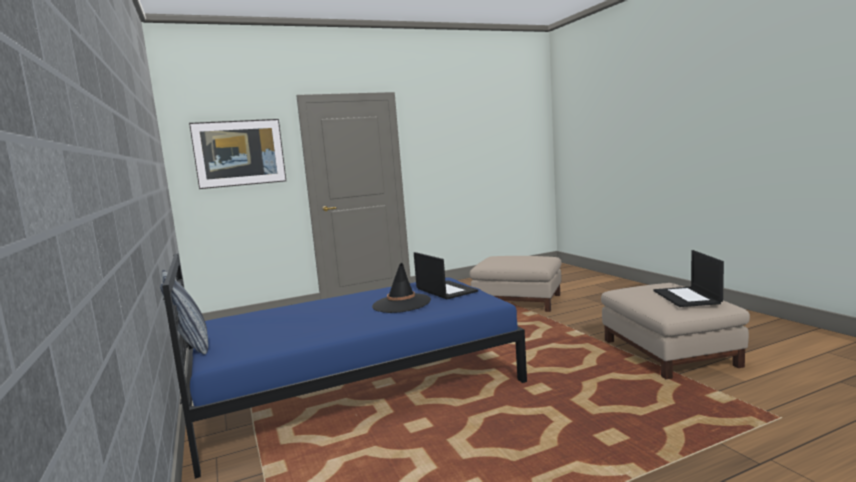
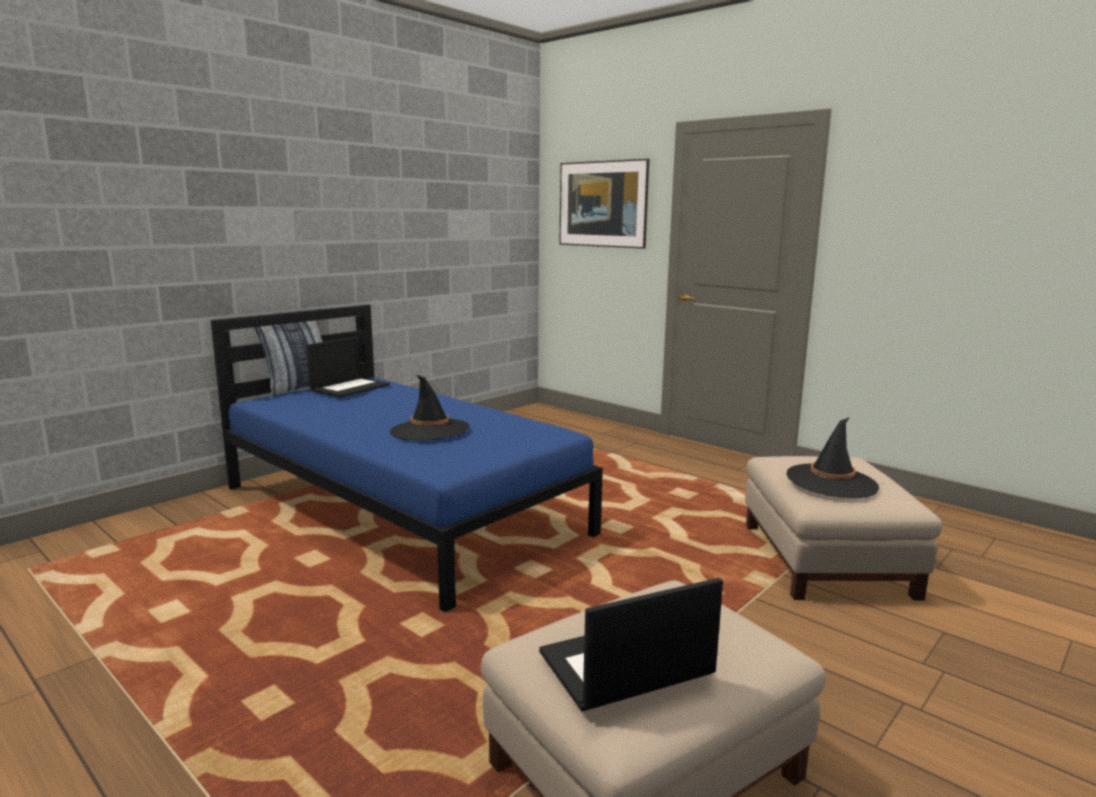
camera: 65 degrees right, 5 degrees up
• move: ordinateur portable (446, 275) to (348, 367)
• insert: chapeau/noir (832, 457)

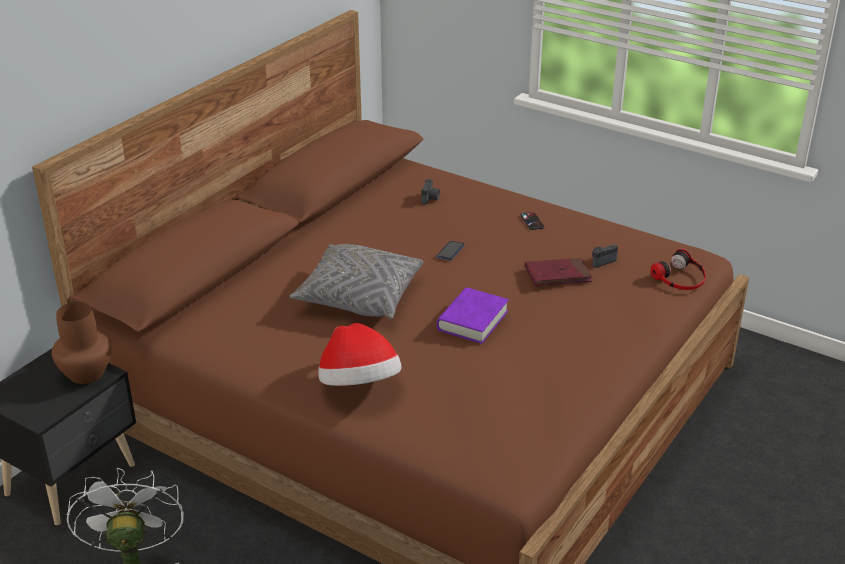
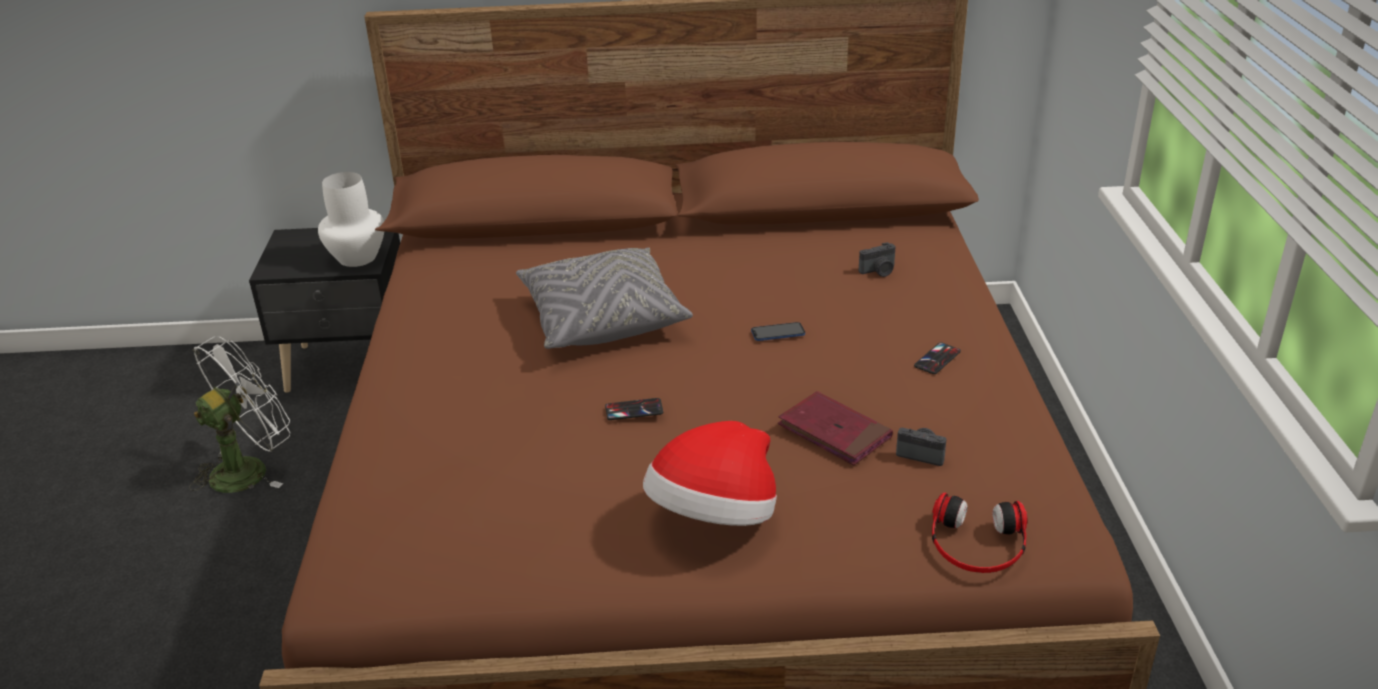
camera: 55 degrees right, 0 degrees up
• recolor: vase/marron (82, 343) to vase/blanc (351, 219)
• replace: livre/violet (473, 316) to téléphone (634, 409)
• move: chapeau (360, 354) to (710, 473)

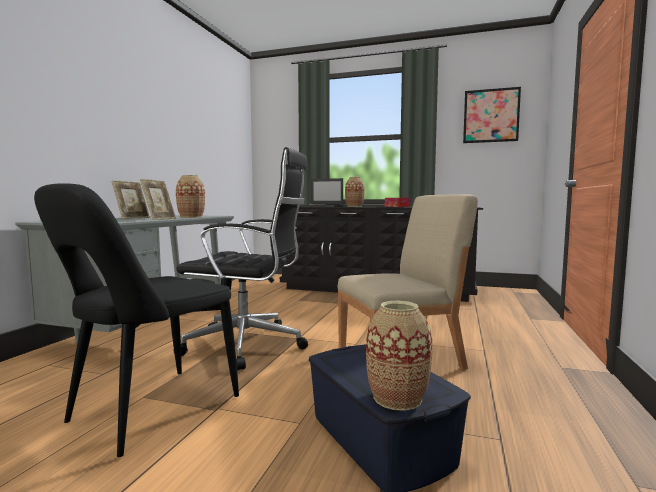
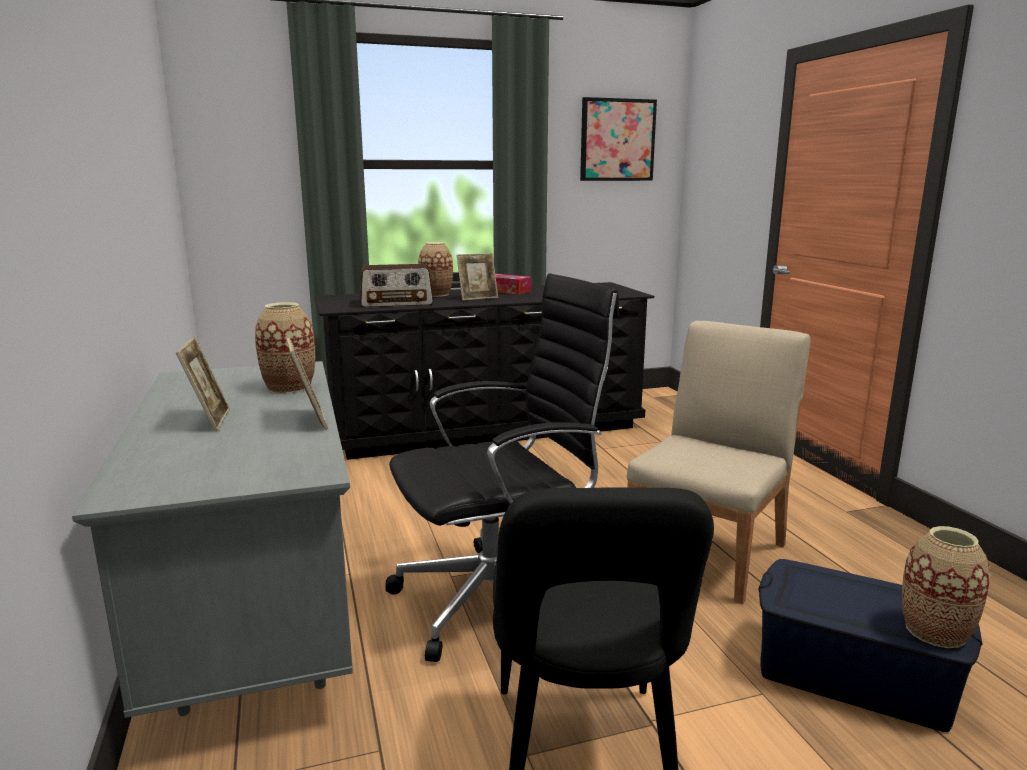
camera: 35 degrees left, 10 degrees up
• replace: ordinateur portable (322, 192) to radio (396, 286)
• insert: cadre photo (477, 277)

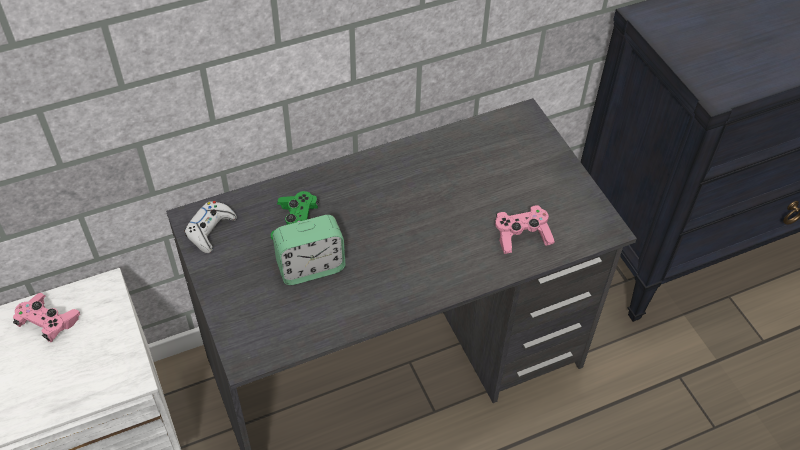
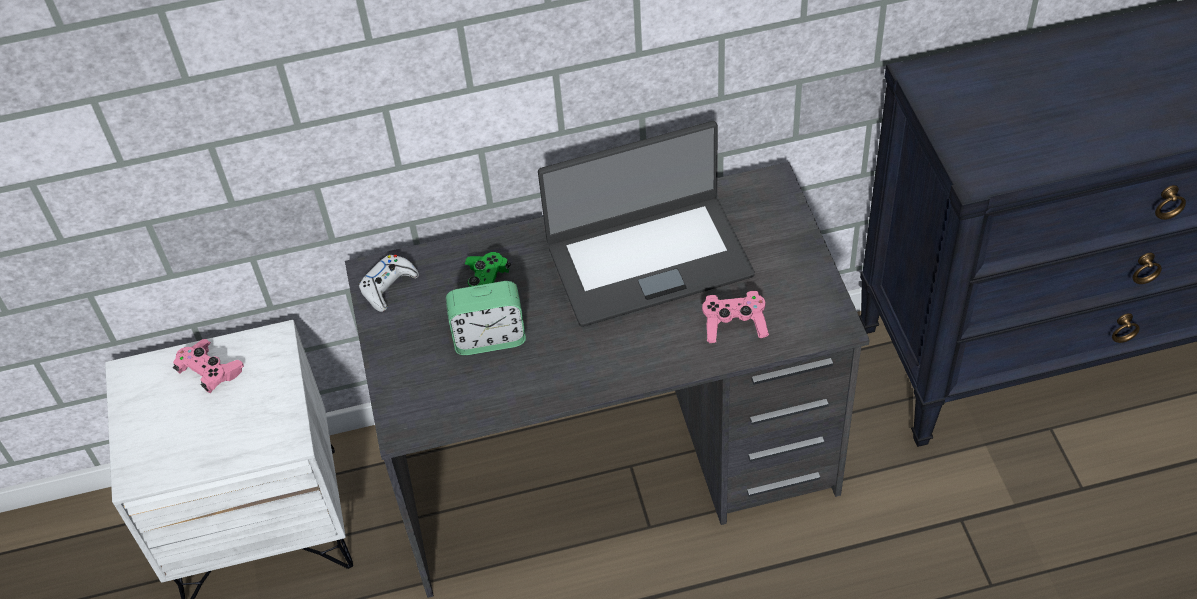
camera: 15 degrees right, 0 degrees up
• insert: ordinateur portable (646, 224)

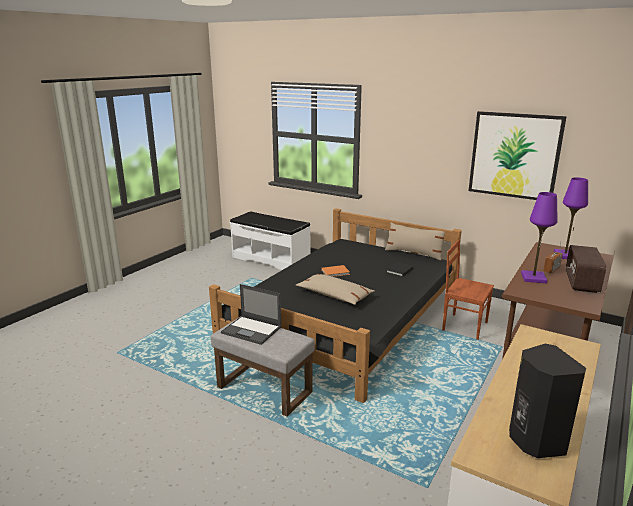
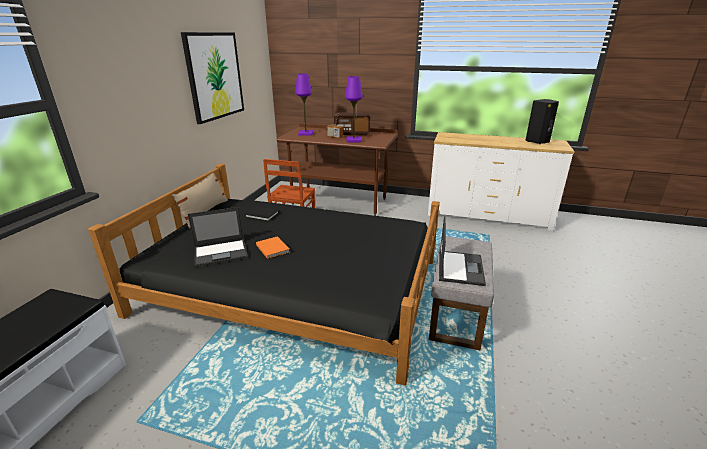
camera: 105 degrees left, 5 degrees up
• insert: ordinateur portable (218, 237)
• delete: coussin/beige (335, 289)

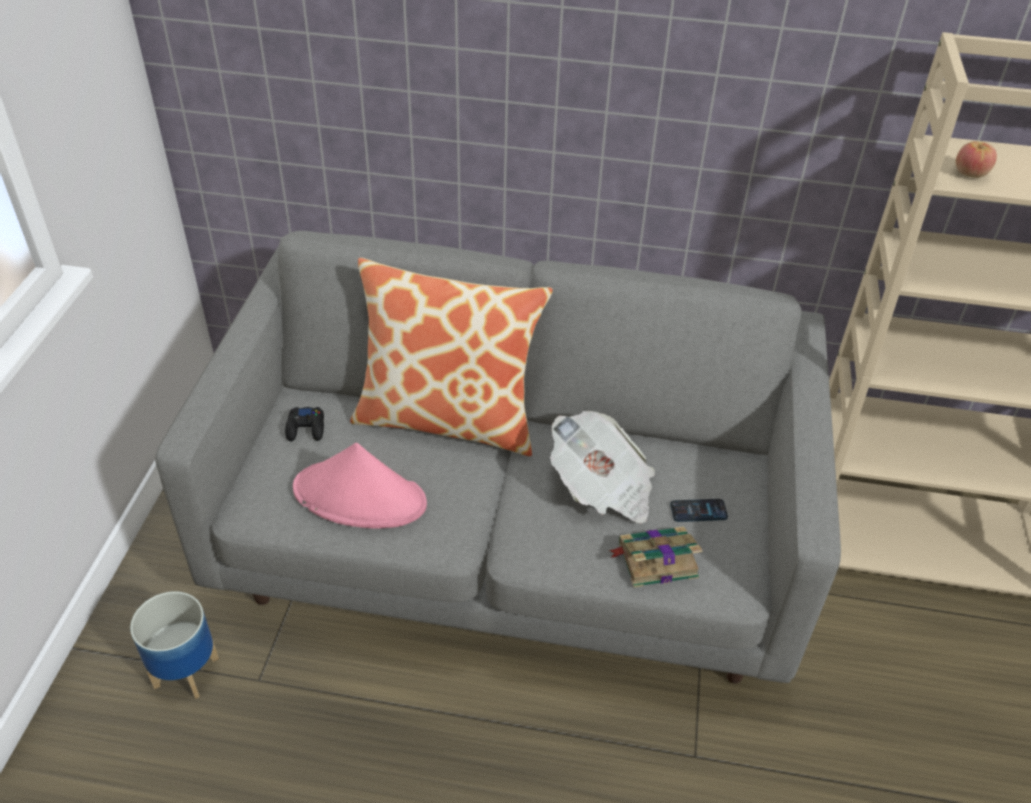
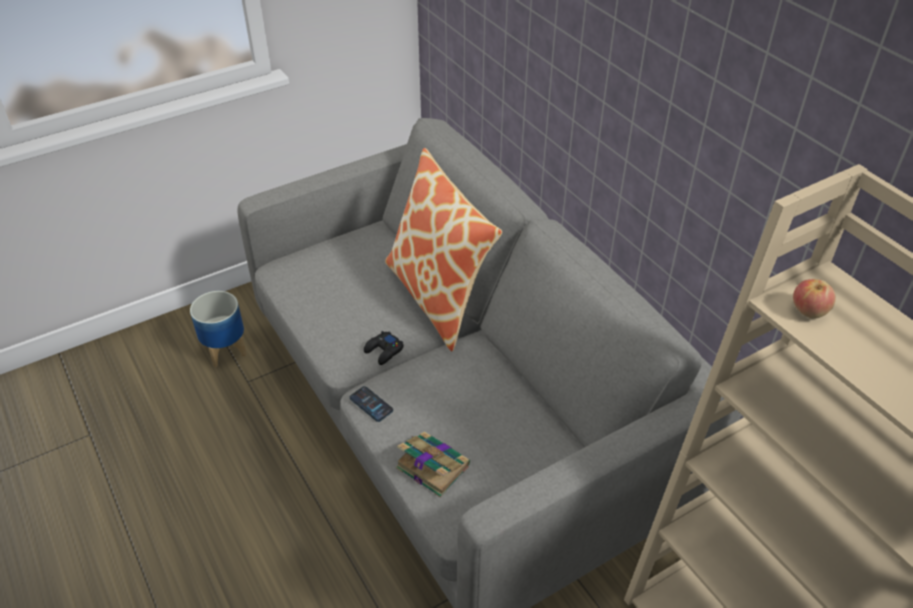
camera: 50 degrees right, 0 degrees up
• move: téléphone (699, 510) to (371, 404)
• move: manette/noir (304, 424) to (384, 348)
• delete: chapeau/rose (360, 486)
• delete: journal (602, 467)

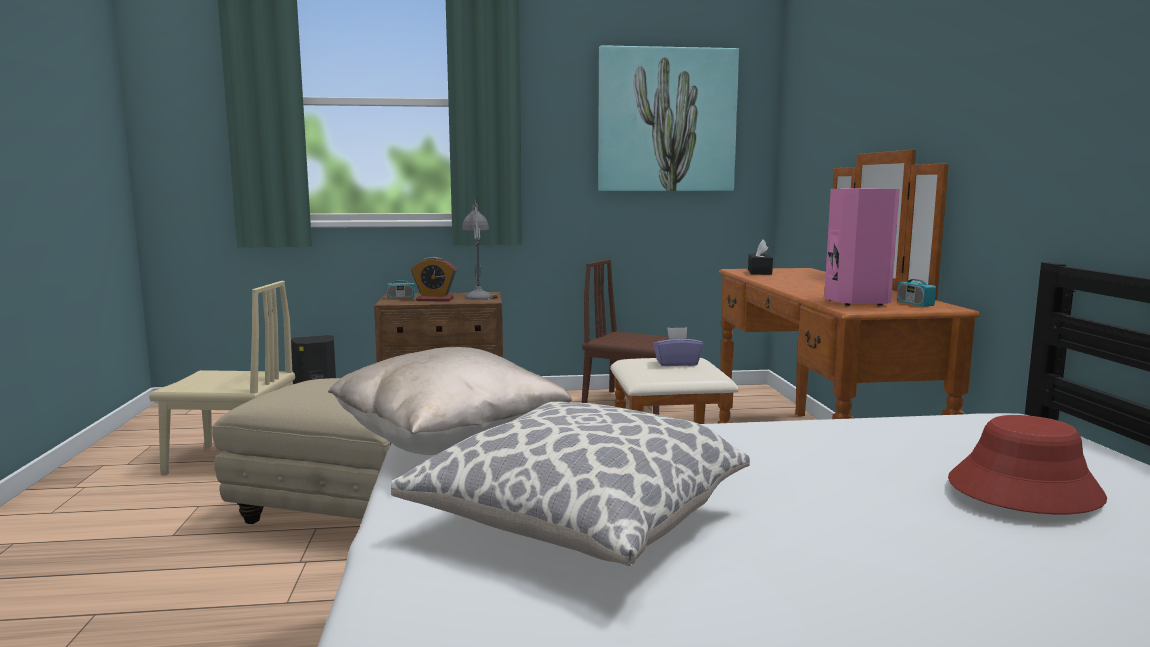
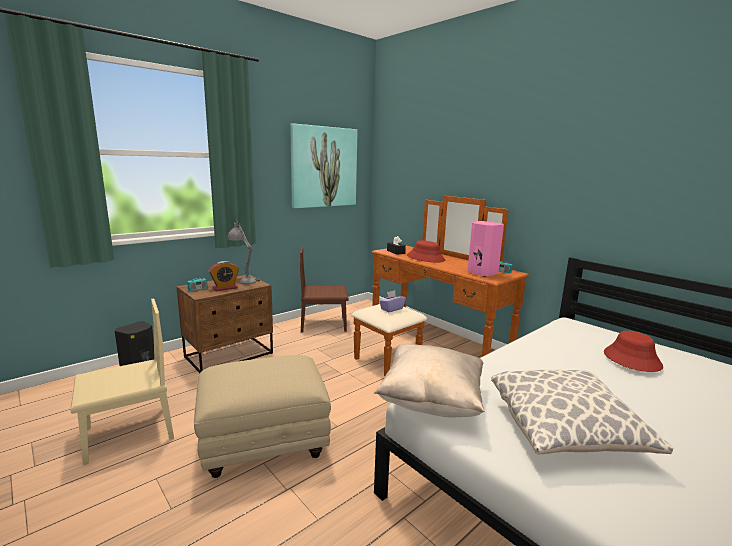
camera: 35 degrees left, 5 degrees up
• insert: chapeau/rouge (426, 252)

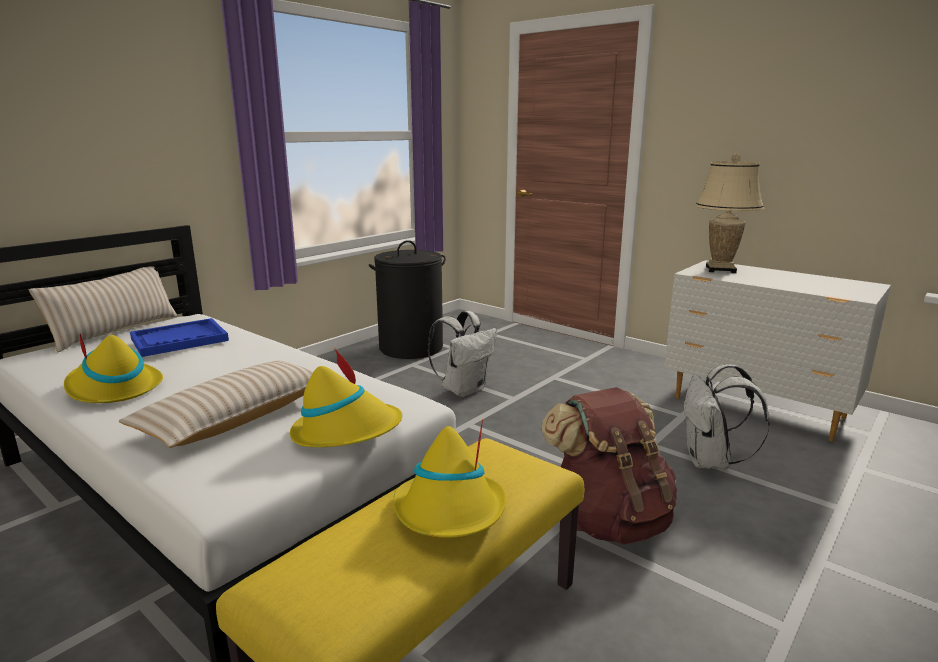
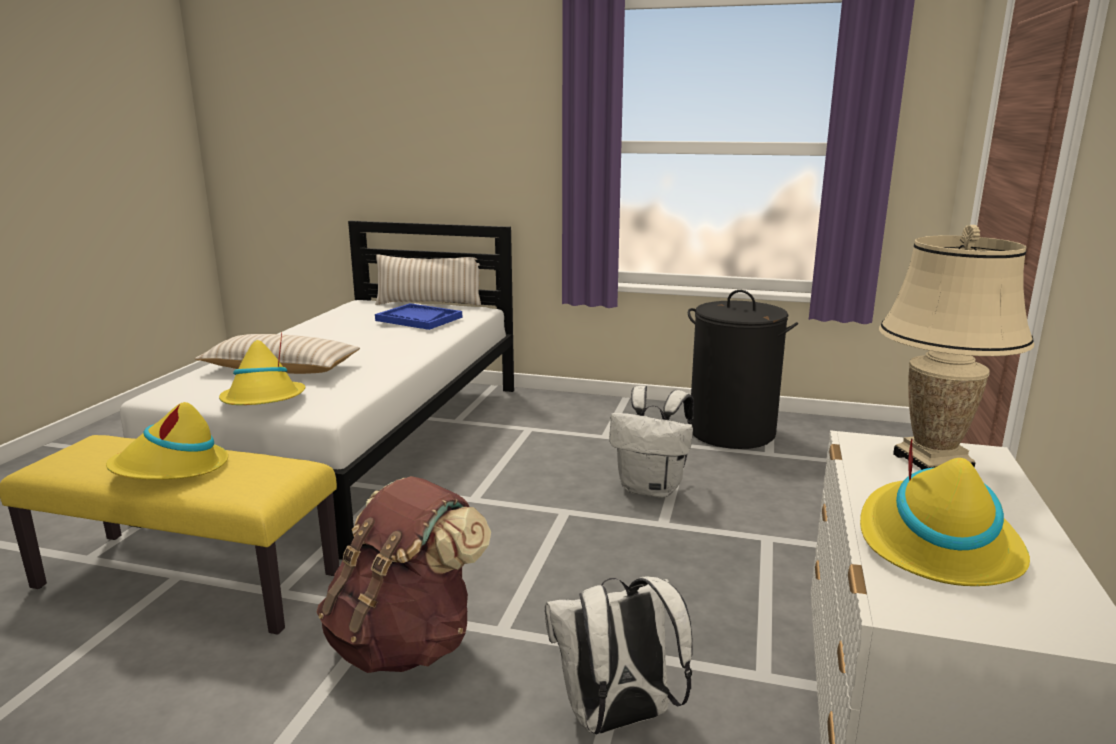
camera: 65 degrees right, 0 degrees up
• move: chapeau/jaune (113, 368) to (945, 512)

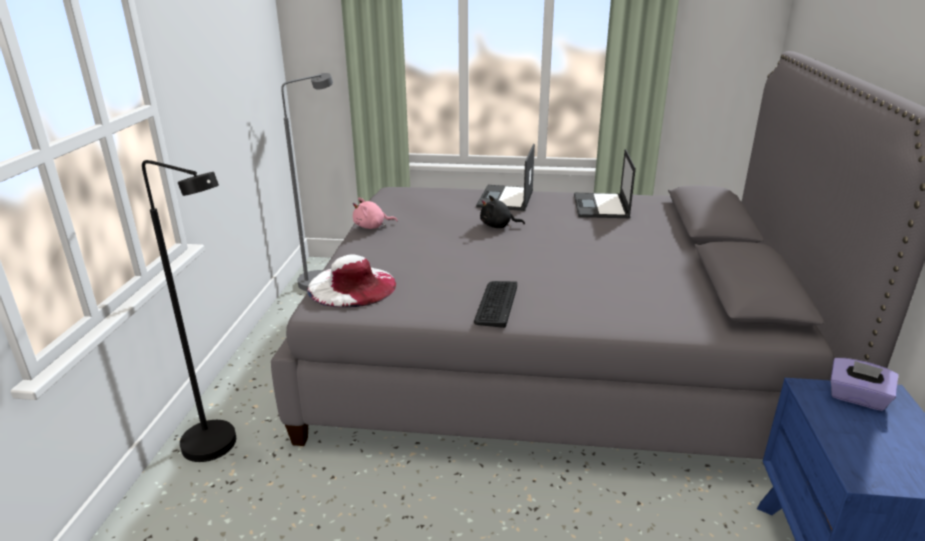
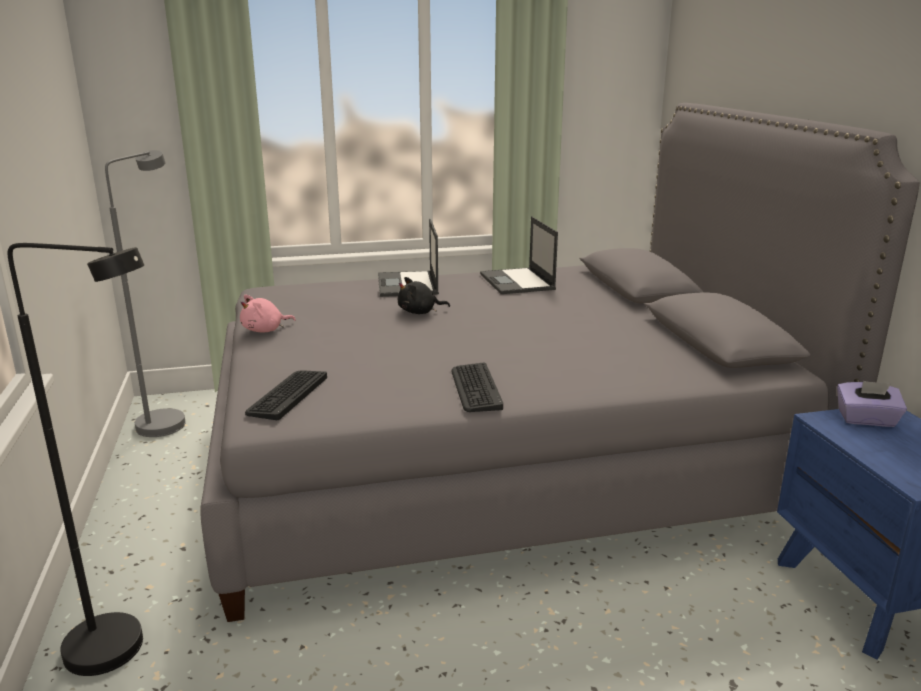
camera: 20 degrees left, 5 degrees down
• replace: chapeau/blanc (352, 280) to clavier (286, 395)

